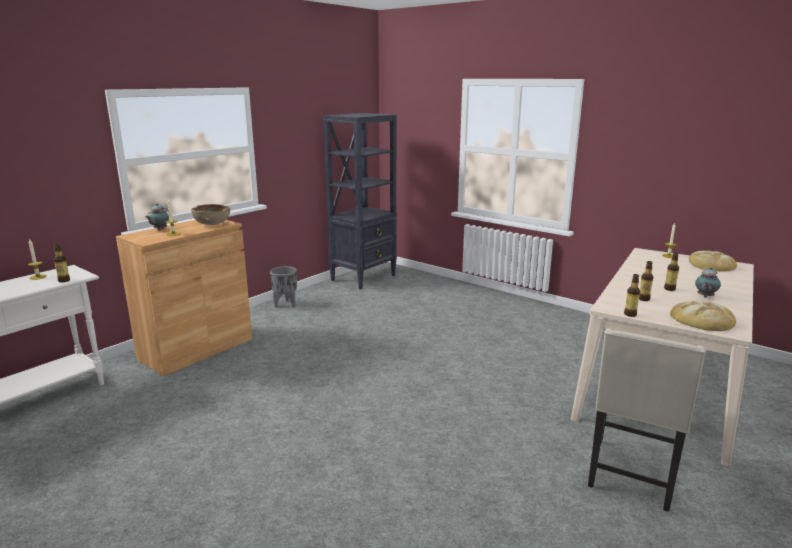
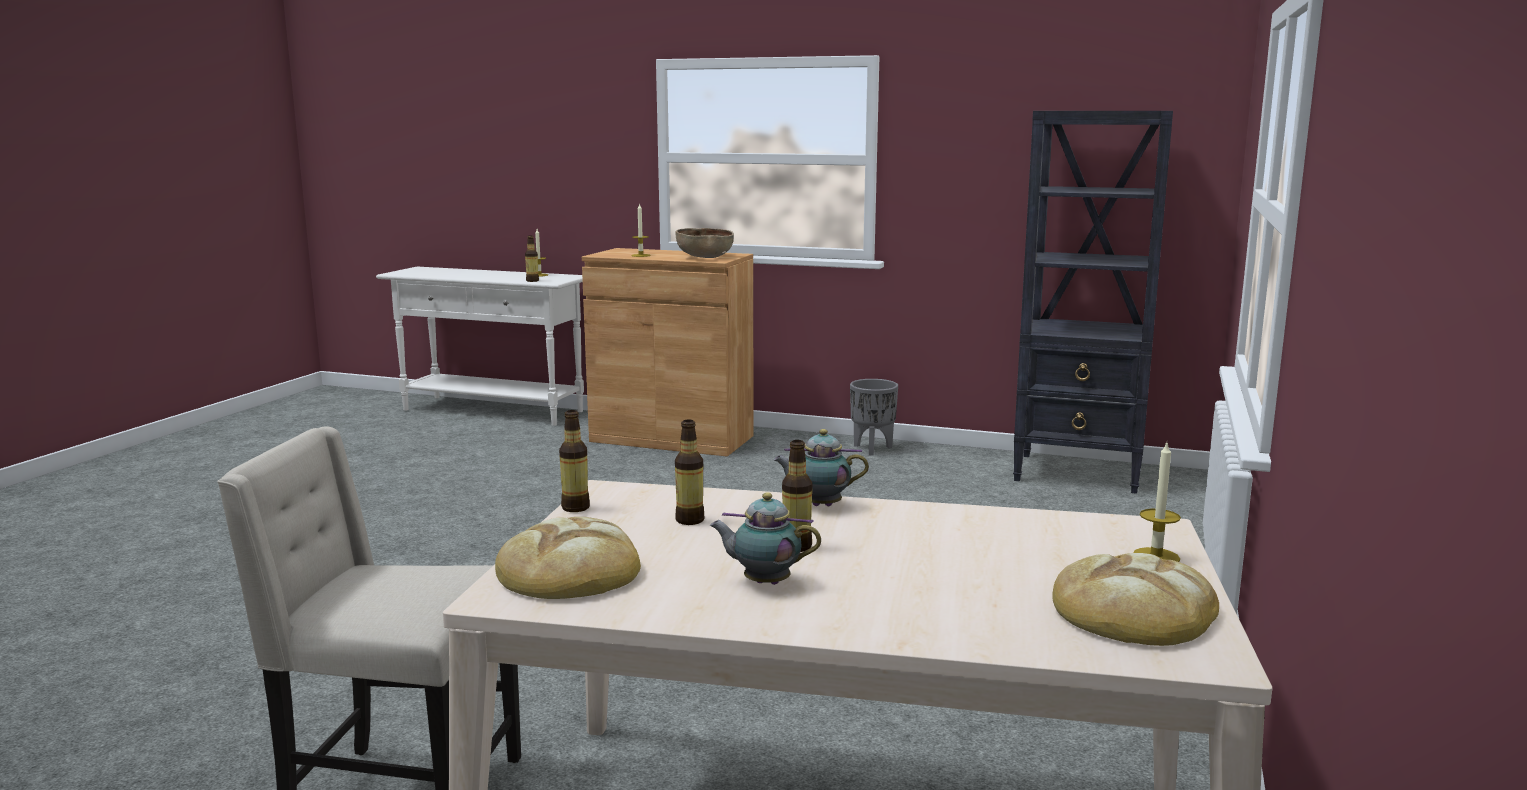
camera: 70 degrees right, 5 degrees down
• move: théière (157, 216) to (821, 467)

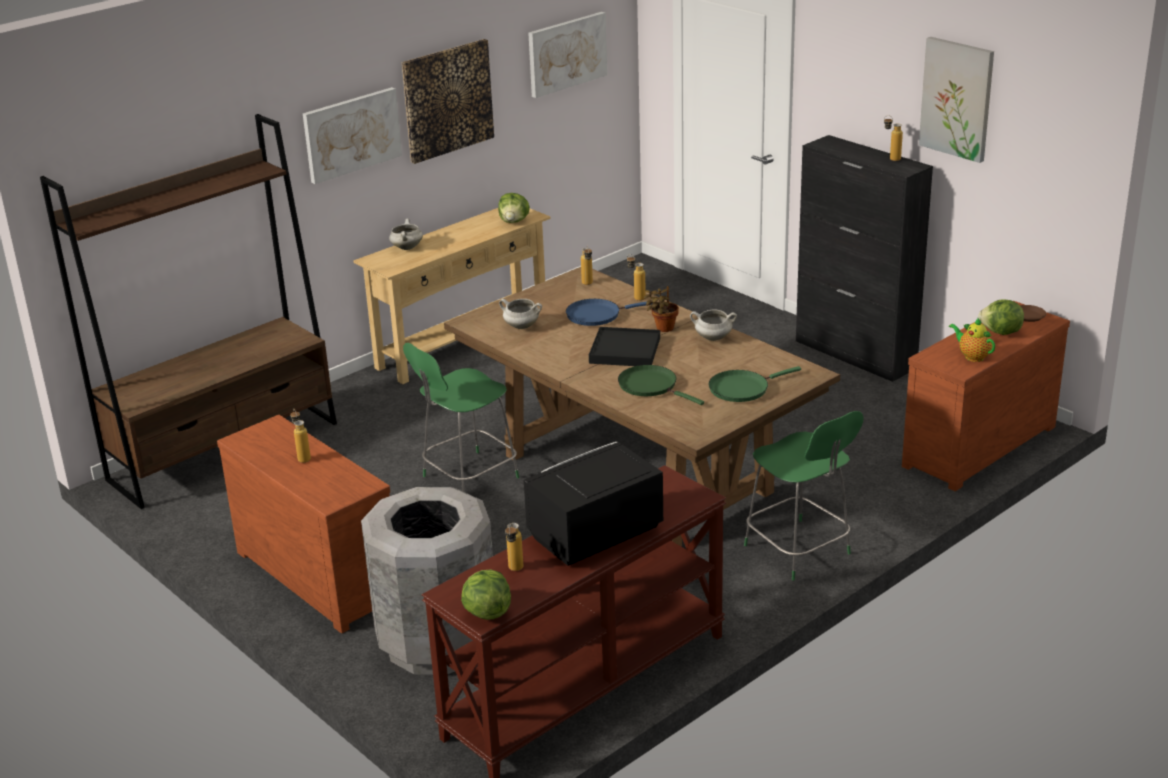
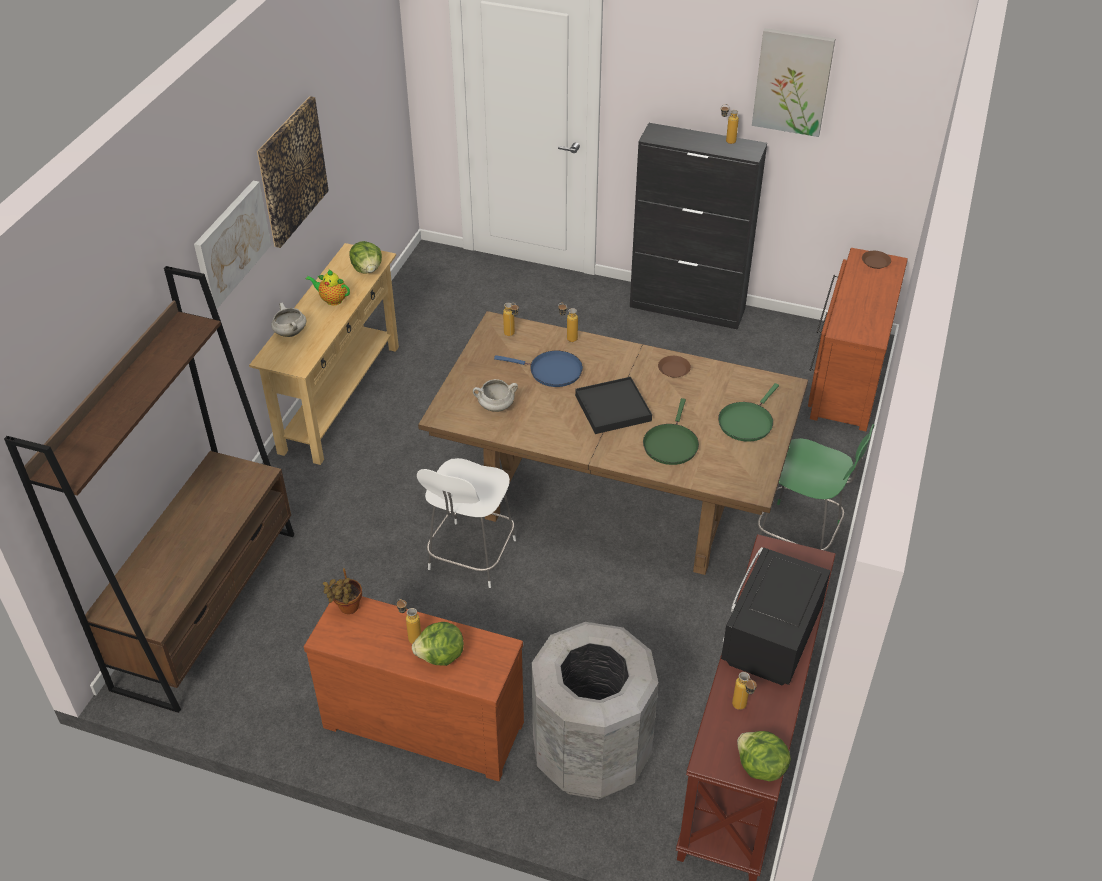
camera: 30 degrees left, 15 degrees up
• move: théière (972, 340) to (328, 287)
• move: plante en pot (661, 309) to (342, 591)
• move: laitue (1001, 317) to (438, 644)
• recolor: chaise/vert (461, 417) to chaise/blanc (466, 523)
• rotate: poêle/bleu (609, 312) = (538, 369) 120 degrees counterclockwise
• rotate: poêle/vert (661, 385) = (671, 431) 90 degrees counterclockwise
• replace: marmite/blanc (713, 325) to assiette/marron (674, 367)
• delete: tableau (567, 55)

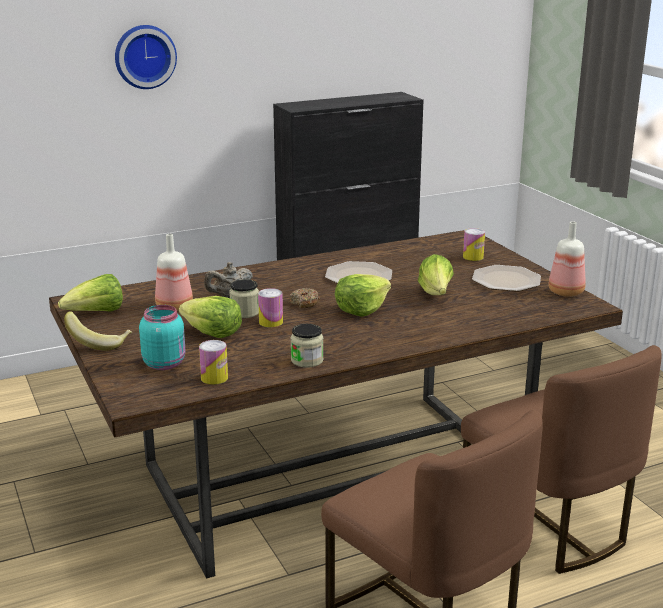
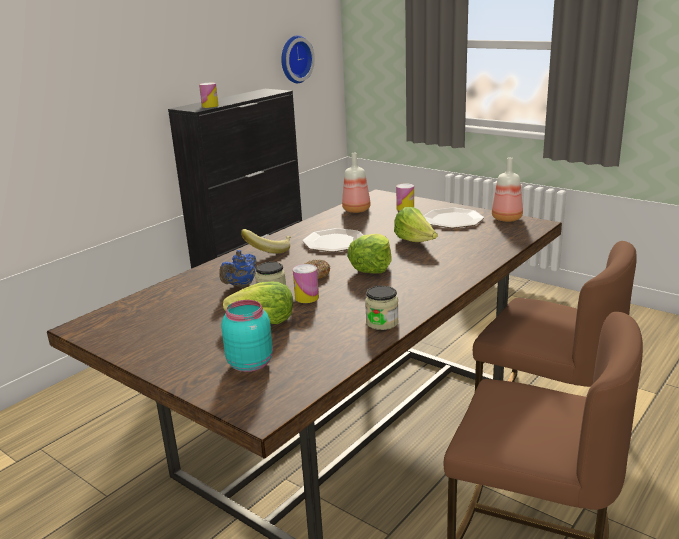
camera: 25 degrees left, 0 degrees up
• move: boîte métallique (213, 362) to (209, 95)
• recolor: théière/beige (228, 280) to théière/bleu (237, 268)
• move: banane (98, 331) to (266, 241)
• move: horloge murale (146, 57) to (298, 59)
• move: bouteille (174, 272) to (356, 183)
• delete: laitue (90, 293)

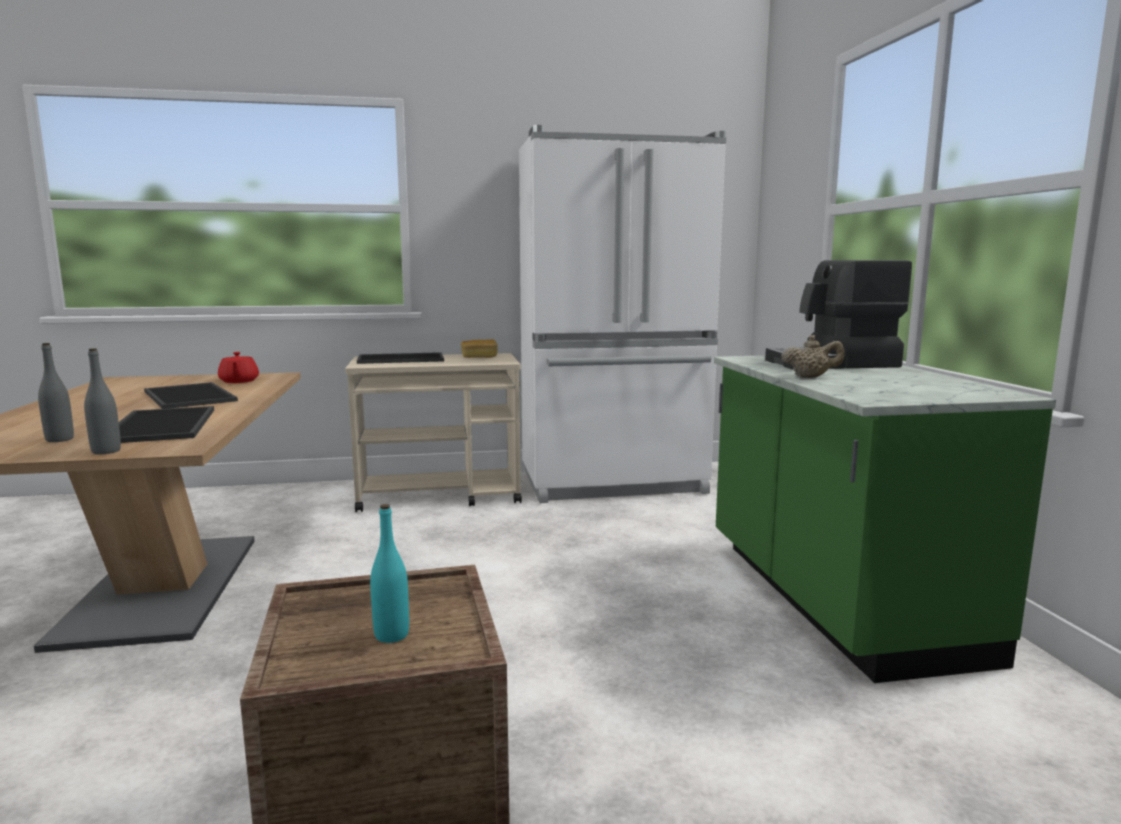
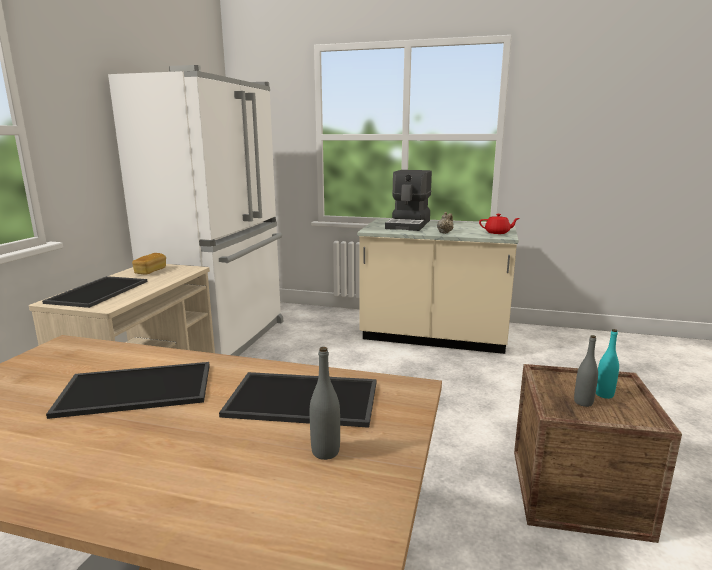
camera: 65 degrees left, 5 degrees up
• recolor: comptoir de cuisine/vert (885, 519) to comptoir de cuisine/beige (437, 286)
• move: théière/rouge (238, 367) to (499, 224)
• move: bouteille/gris (102, 401) to (586, 371)

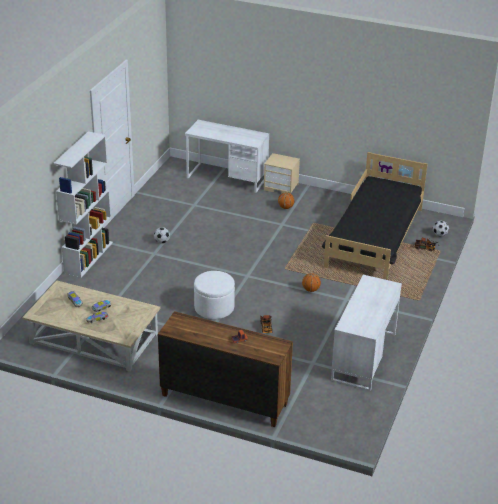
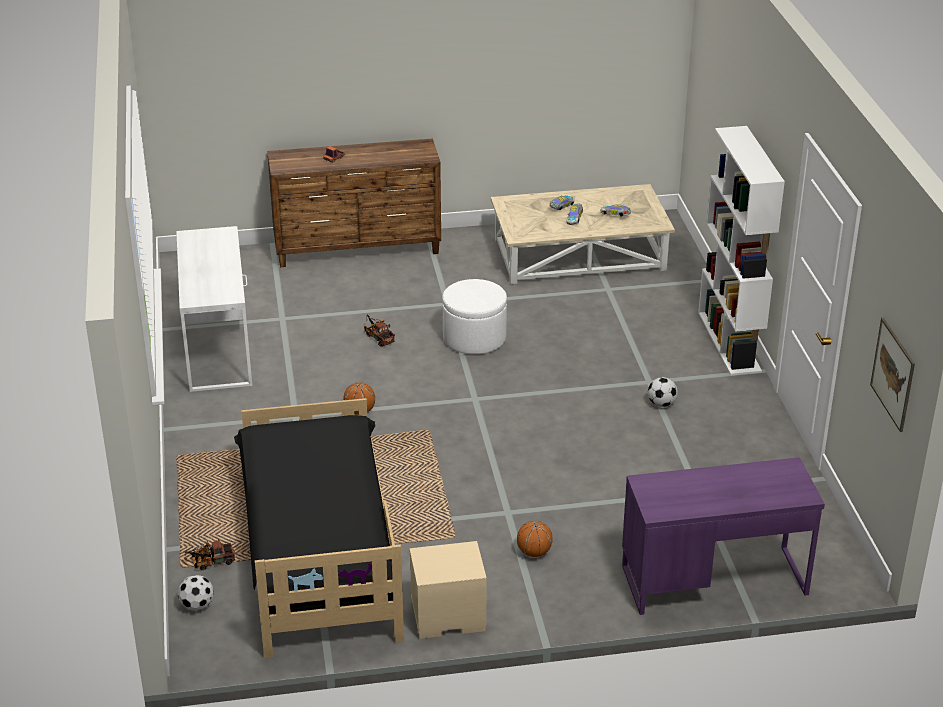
camera: 150 degrees right, 0 degrees up
• move: table de chevet/beige (282, 173) to (448, 590)
• recolor: bureau/blanc (227, 156) to bureau/violet (723, 536)
• insert: tableau (892, 375)

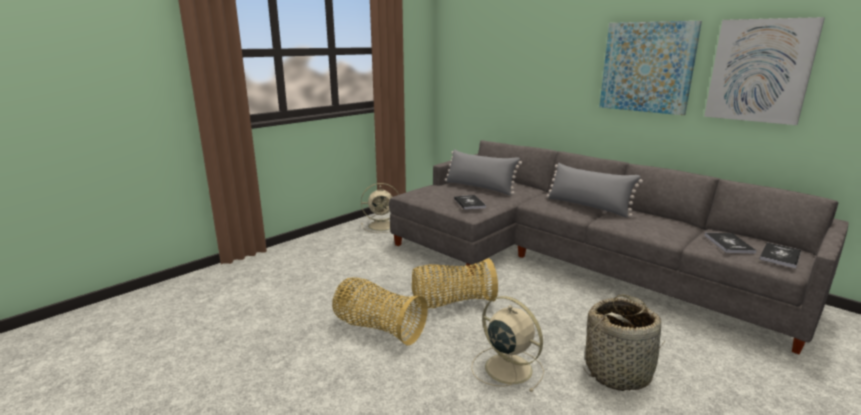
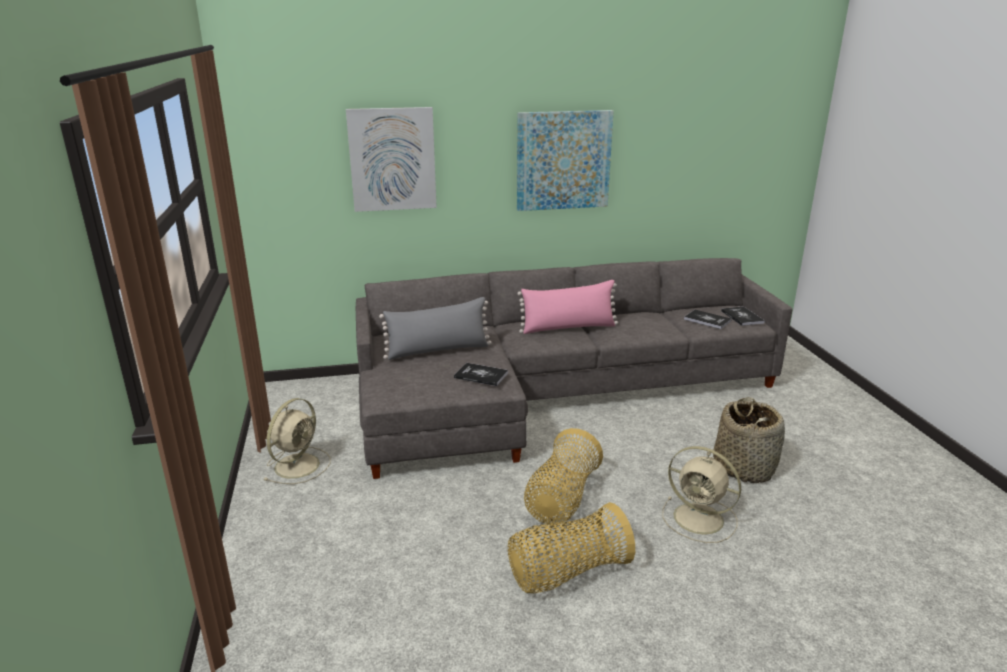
camera: 55 degrees left, 5 degrees up
• move: tableau (764, 71) to (391, 159)
• recolor: coussin/gris (594, 190) to coussin/rose (567, 307)
• rotate: ventilateur/beige (507, 344) = (701, 494) 135 degrees counterclockwise

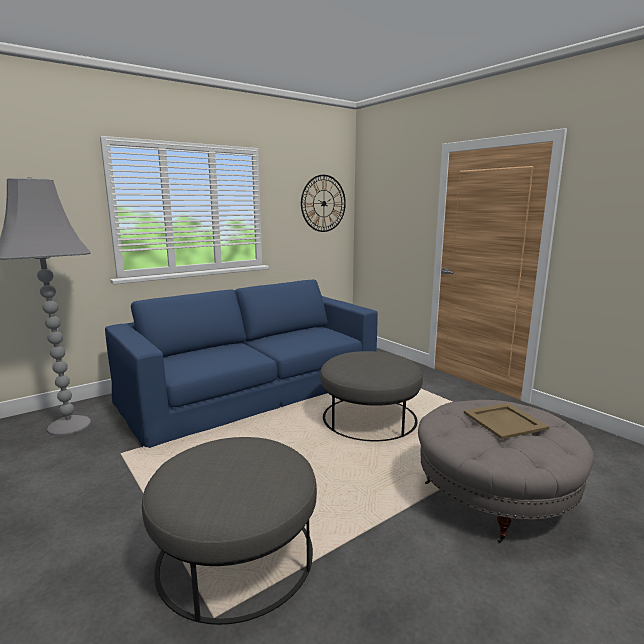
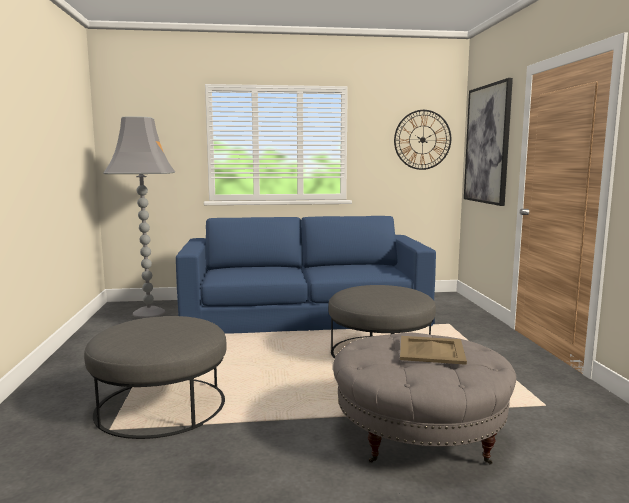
camera: 30 degrees right, 5 degrees down
• insert: tableau (488, 142)

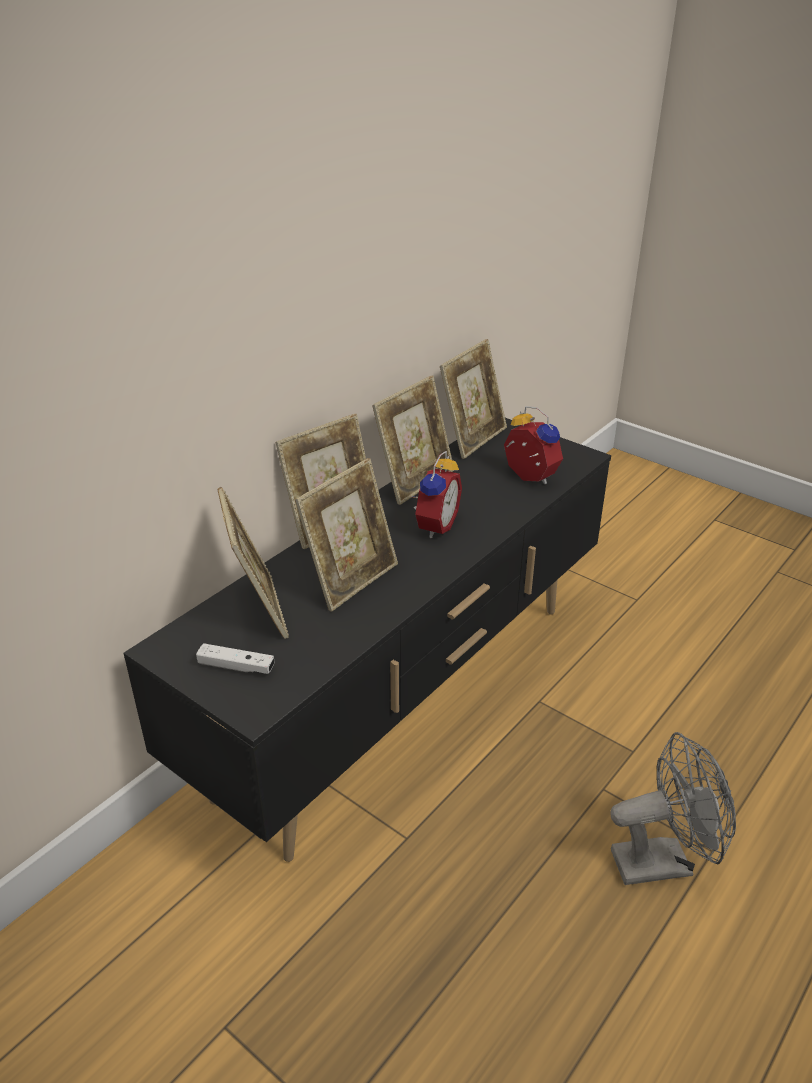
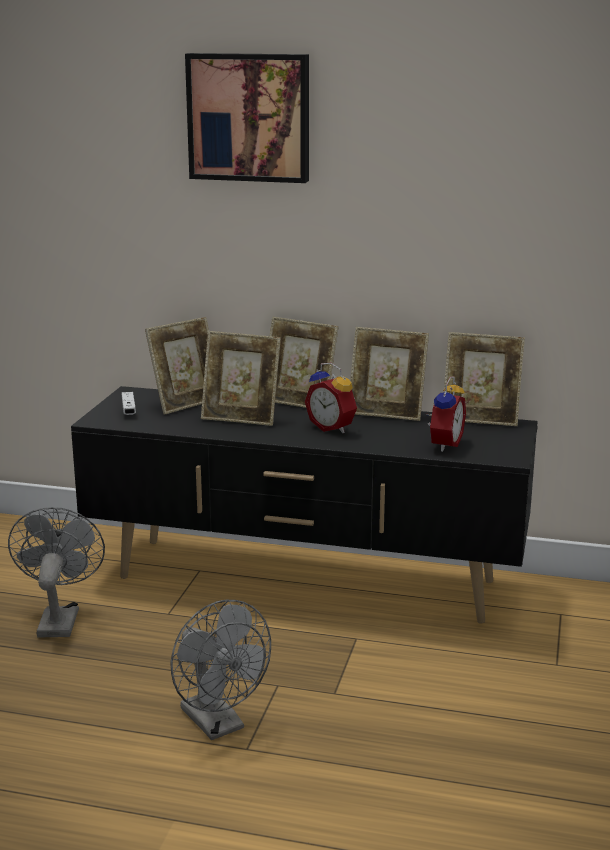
camera: 65 degrees right, 15 degrees down
• insert: ventilateur/gris (56, 572)
• insert: tableau (247, 118)
• rotate: réveil (436, 494) = (331, 398) 45 degrees clockwise

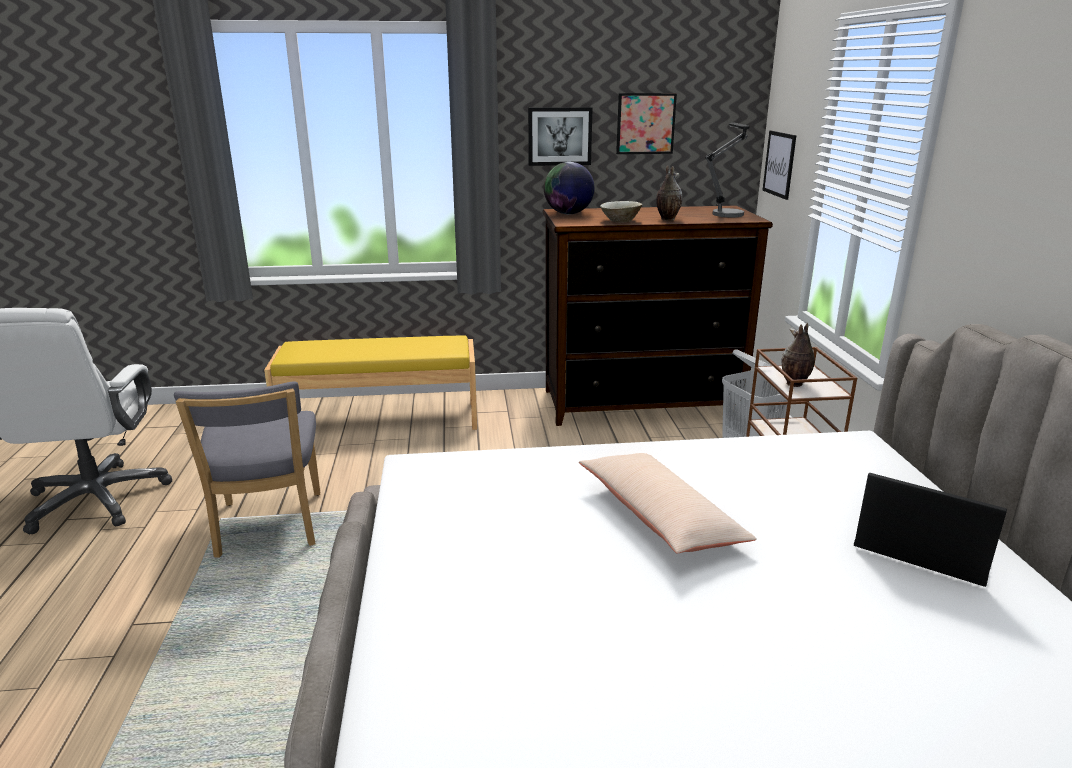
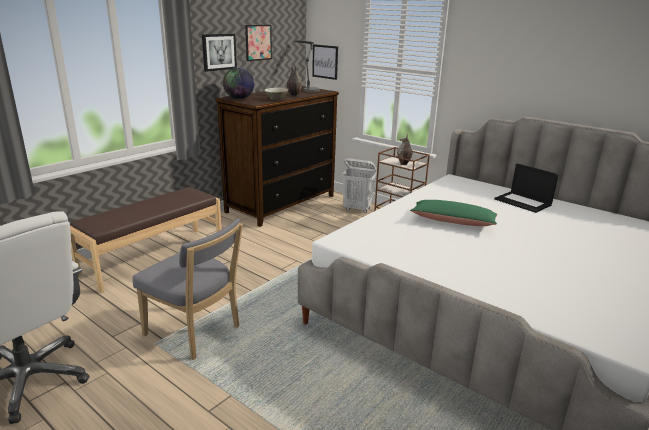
camera: 45 degrees left, 0 degrees up
• recolor: banc/jaune (370, 382) to banc/marron (146, 240)
• recolor: coussin/beige (668, 503) to coussin/vert (453, 213)
• rotate: ordinateur portable (930, 530) = (526, 188) 120 degrees counterclockwise

